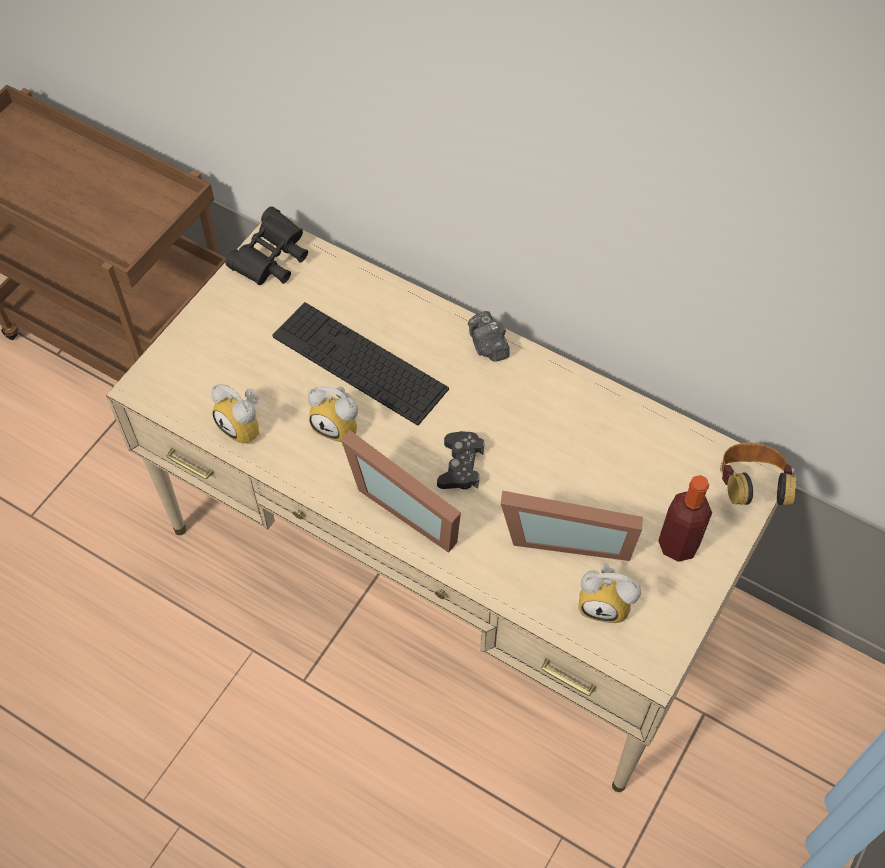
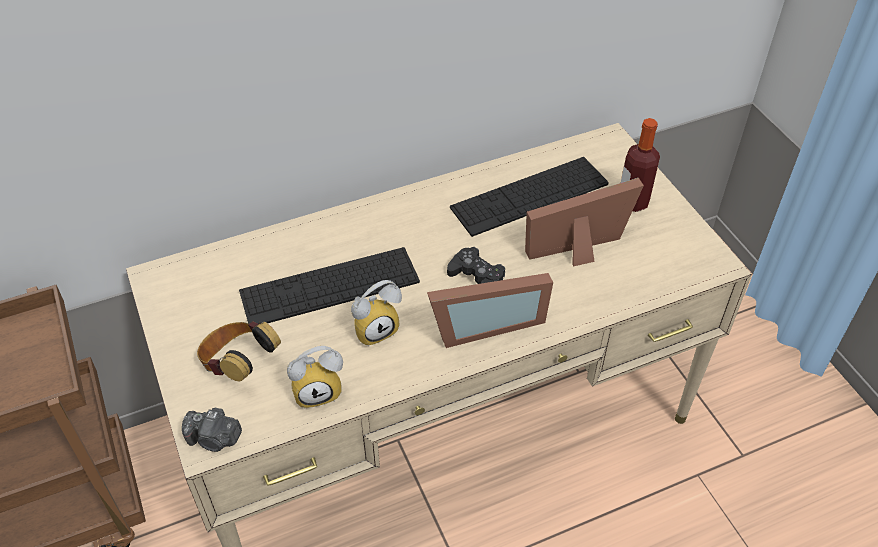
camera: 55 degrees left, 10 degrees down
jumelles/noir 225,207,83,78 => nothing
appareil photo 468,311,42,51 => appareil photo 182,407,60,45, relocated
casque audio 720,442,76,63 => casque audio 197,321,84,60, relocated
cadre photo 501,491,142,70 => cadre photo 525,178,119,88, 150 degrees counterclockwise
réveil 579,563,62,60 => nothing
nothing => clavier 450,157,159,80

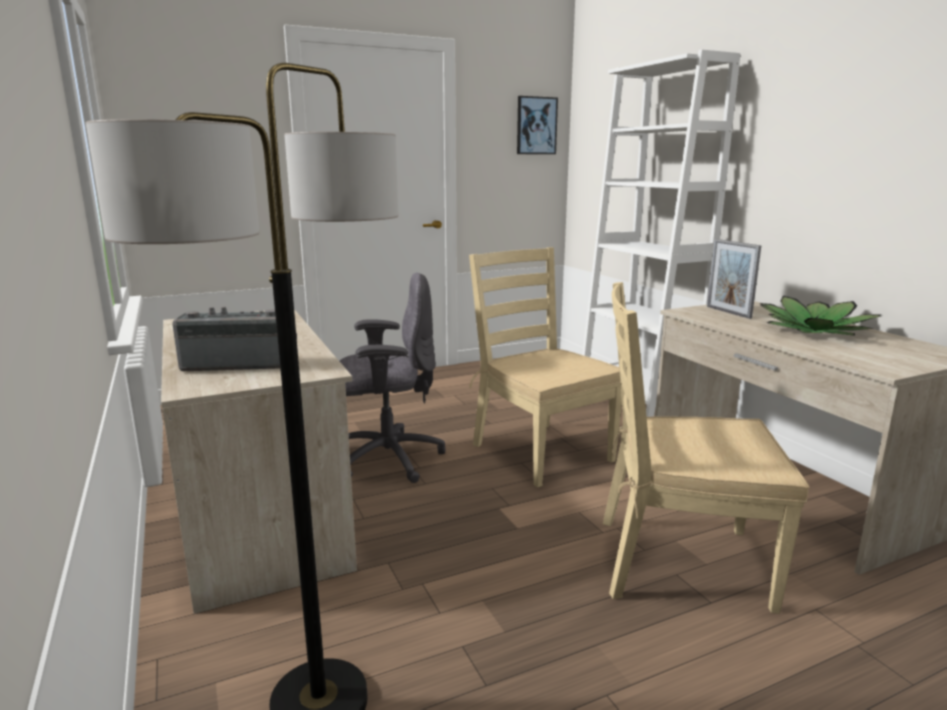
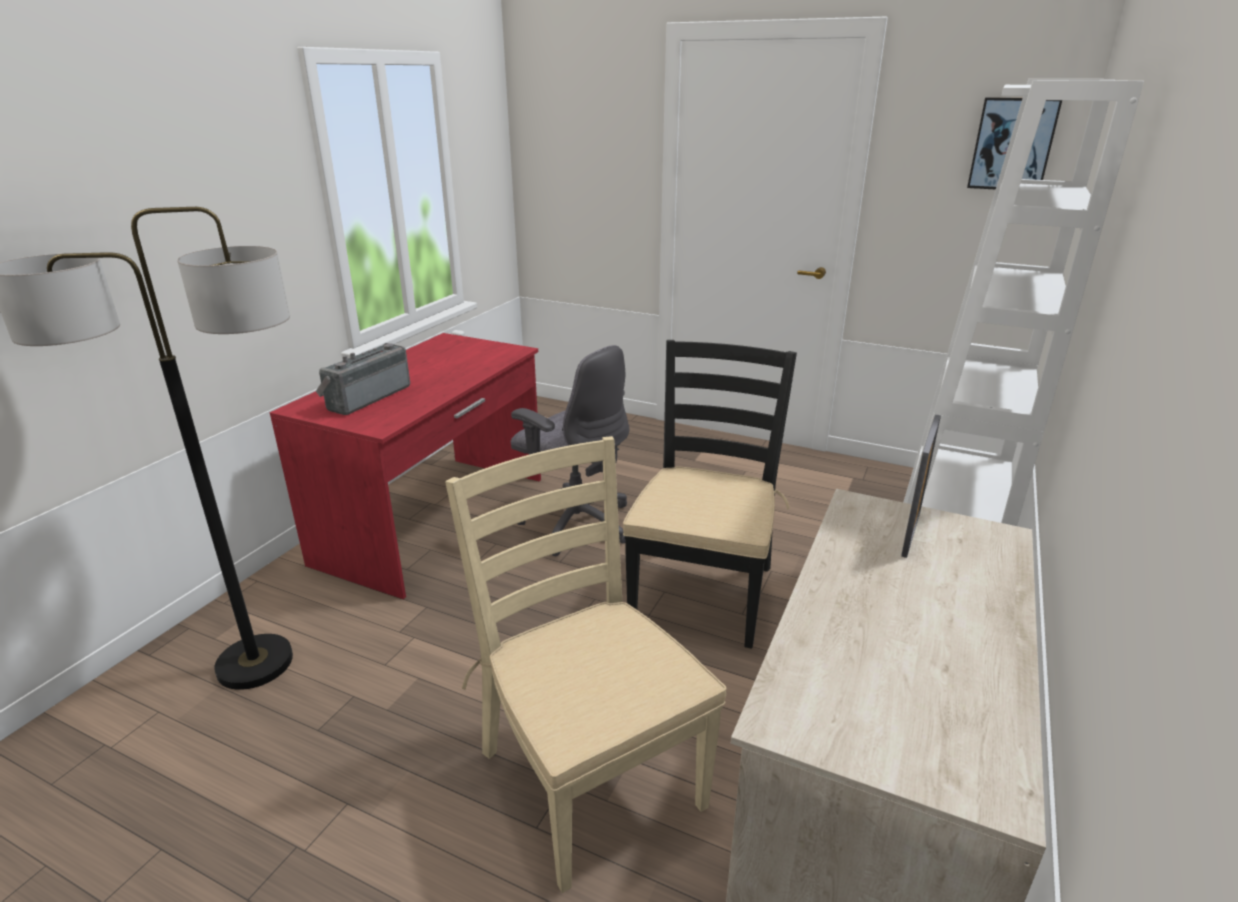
camera: 50 degrees right, 10 degrees up
chaise/beige 469,247,153,241 => chaise/noir 623,340,174,309
plante en pot 760,296,120,40 => nothing
radio 172,307,125,65 => radio 316,343,94,72, 105 degrees counterclockwise
bureau/beige 161,309,196,305 => bureau/rouge 270,333,271,266

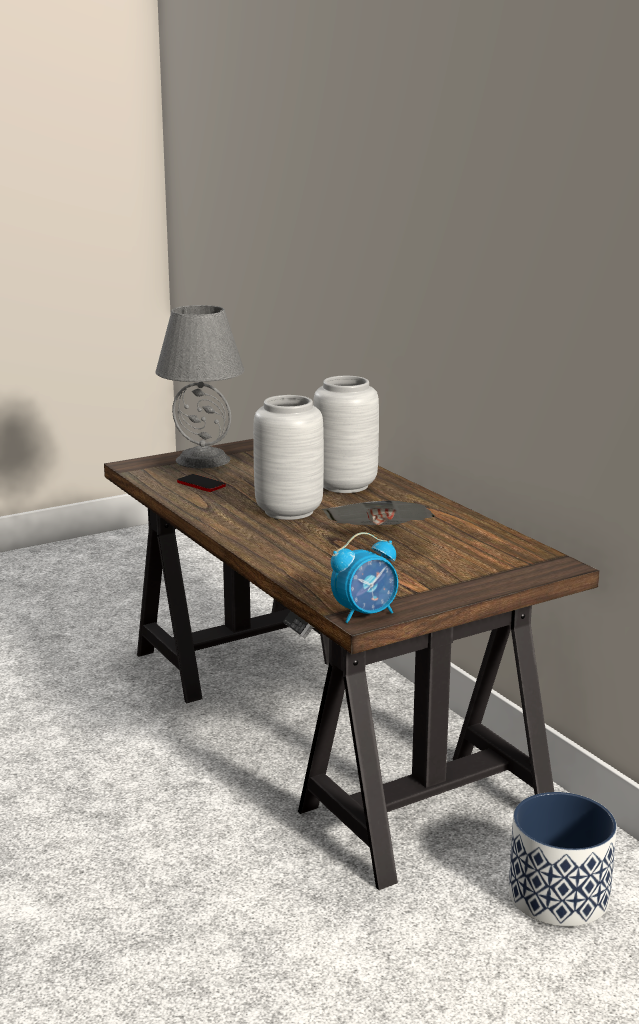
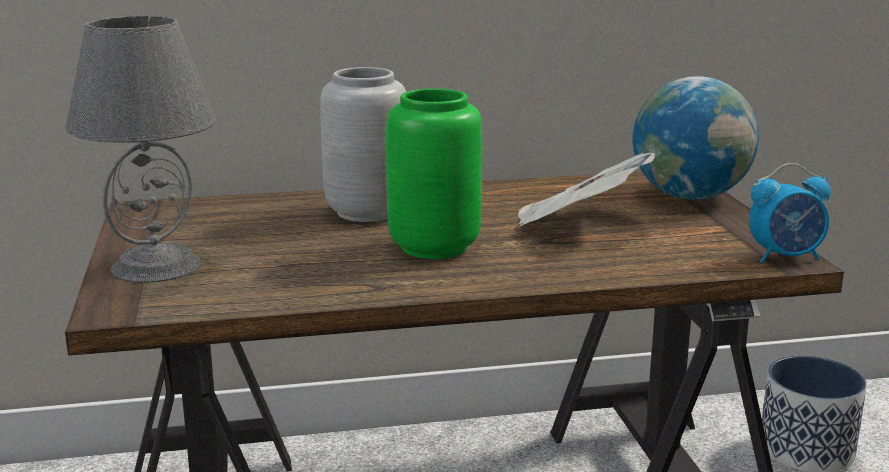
camera: 70 degrees left, 0 degrees up
vase/gris 253,395,71,125 => vase/vert 386,88,96,171
téléphone 177,474,49,18 => nothing
réveil 331,532,67,91 => réveil 749,163,82,100, 90 degrees clockwise
nothing => globe 633,76,126,124

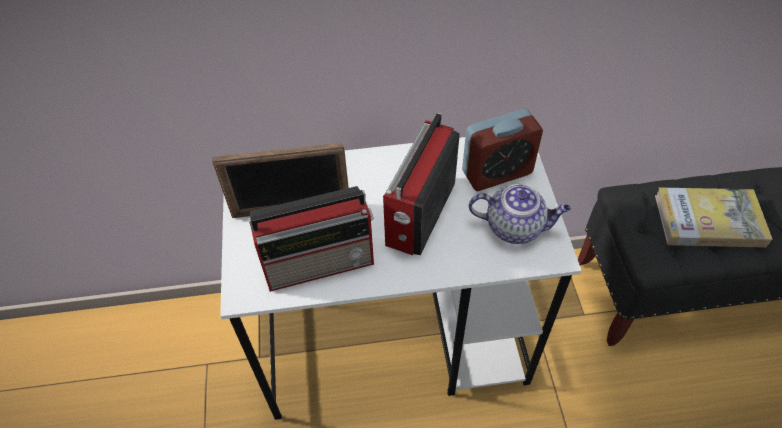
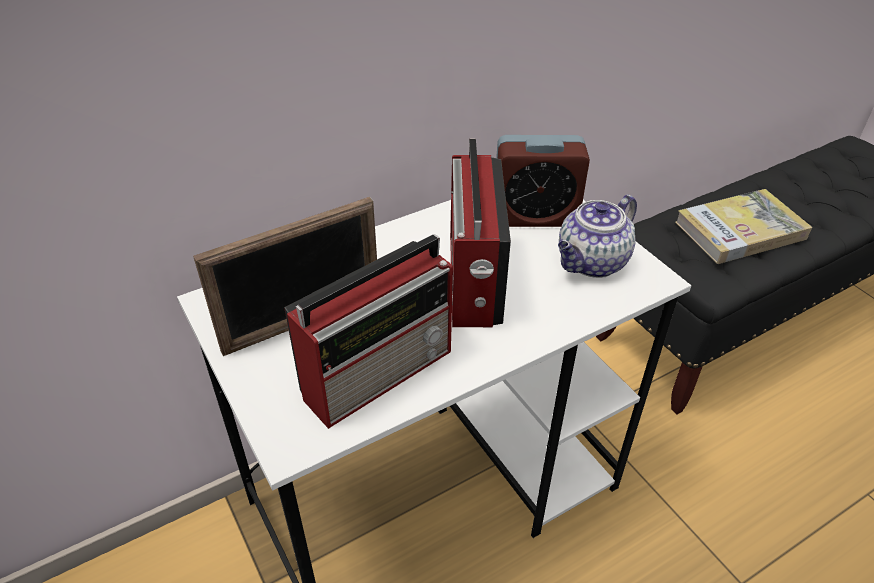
camera: 25 degrees left, 10 degrees down
réveil 462,109,81,82 => réveil 496,135,94,92, 45 degrees clockwise
théière 469,184,102,60 => théière 558,195,79,83, 150 degrees clockwise

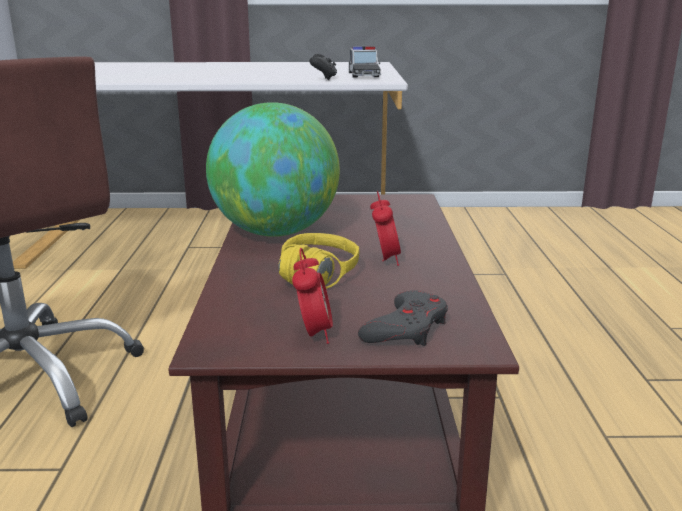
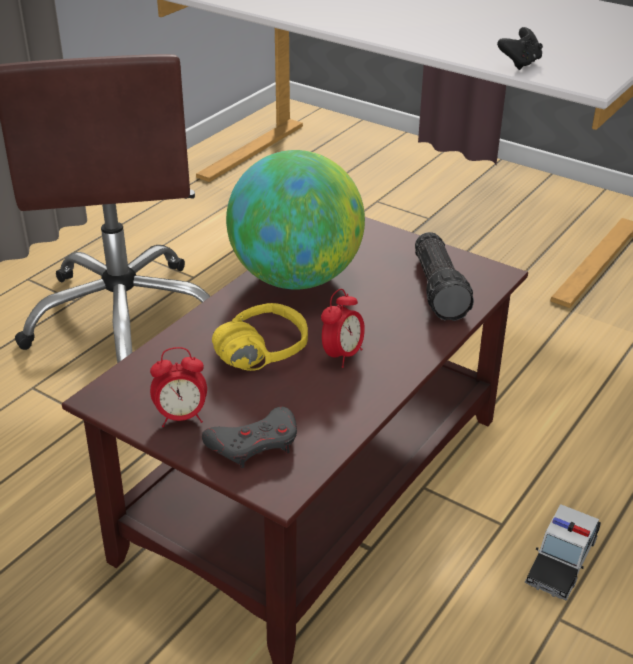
camera: 35 degrees right, 15 degrees up
petite voiture 349,46,32,32 => petite voiture 525,504,76,97, relocated
réveil 292,248,41,96 => réveil 150,347,57,80, 45 degrees clockwise
nothing => lampe de poche 415,232,59,89

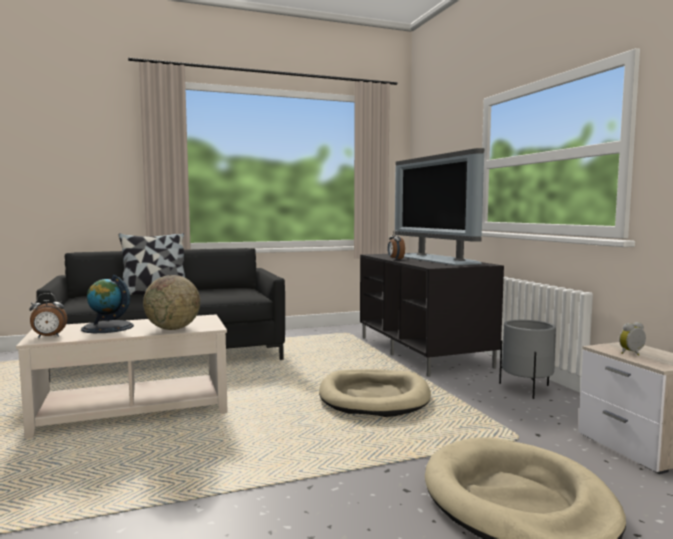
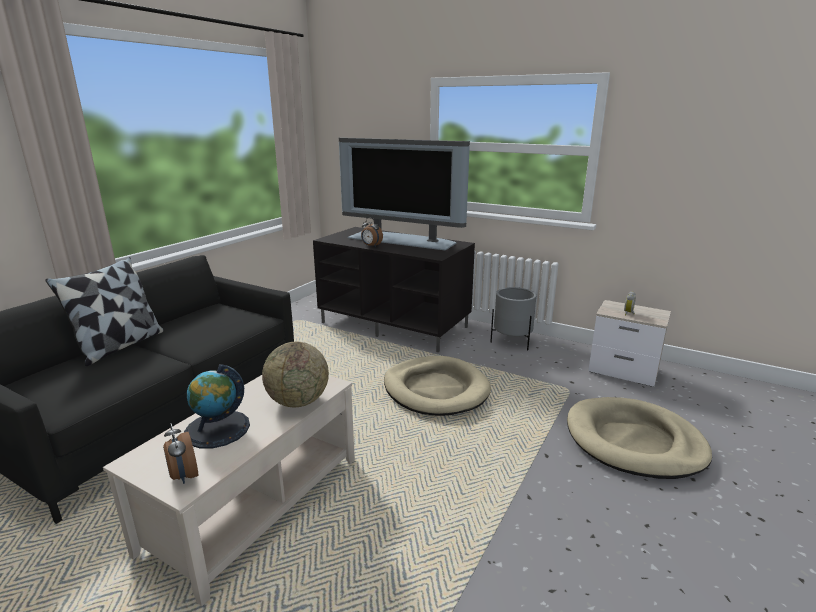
camera: 40 degrees left, 15 degrees up
réveil 29,293,38,45 => réveil 163,423,35,61, 120 degrees clockwise

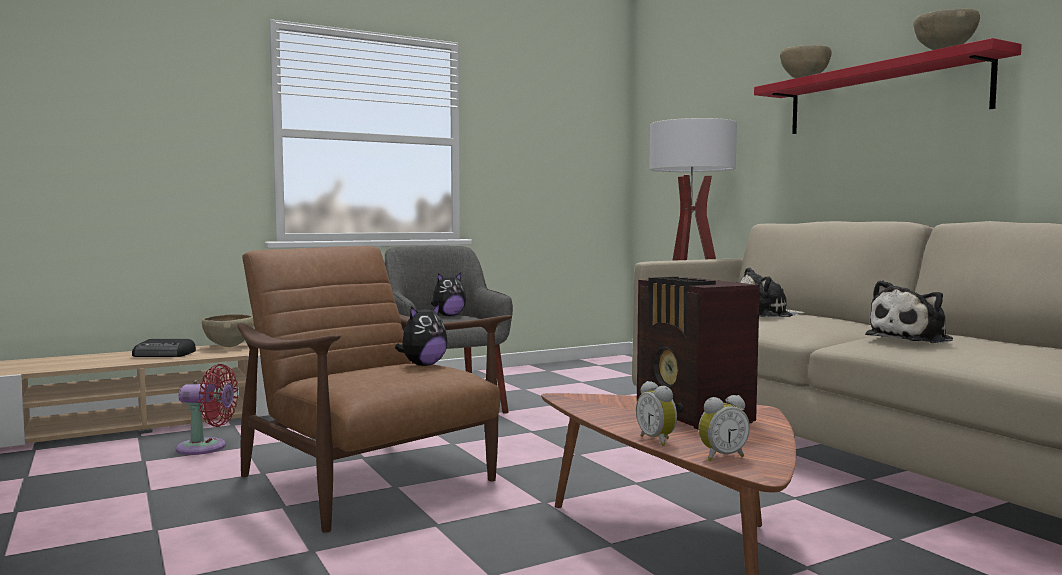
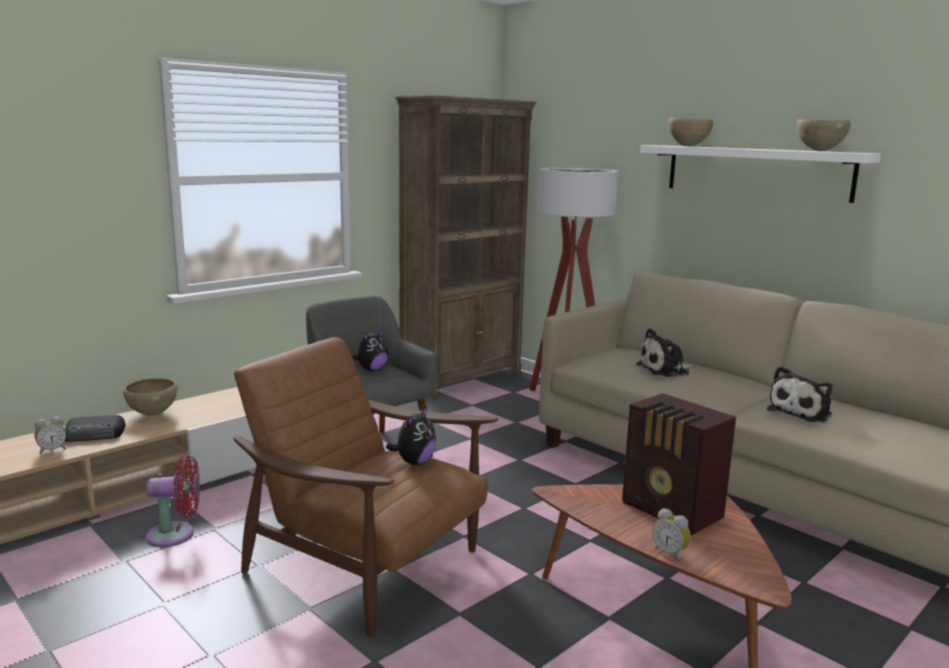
camera: 15 degrees left, 10 degrees up
étagère/rouge 754,38,268,96 => étagère/blanc 640,145,241,58
réveil 699,395,51,66 => réveil 35,417,31,37, relocated
nothing => bibliothèque/marron 395,95,142,305

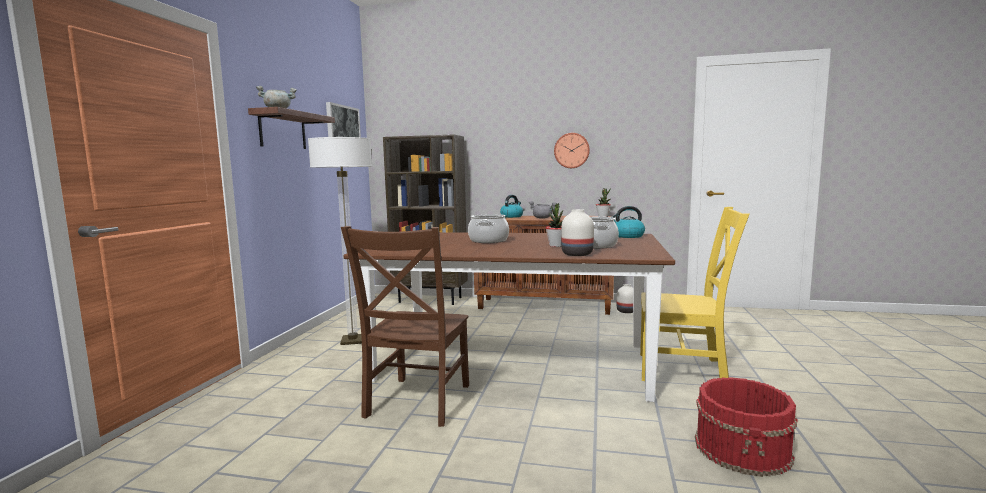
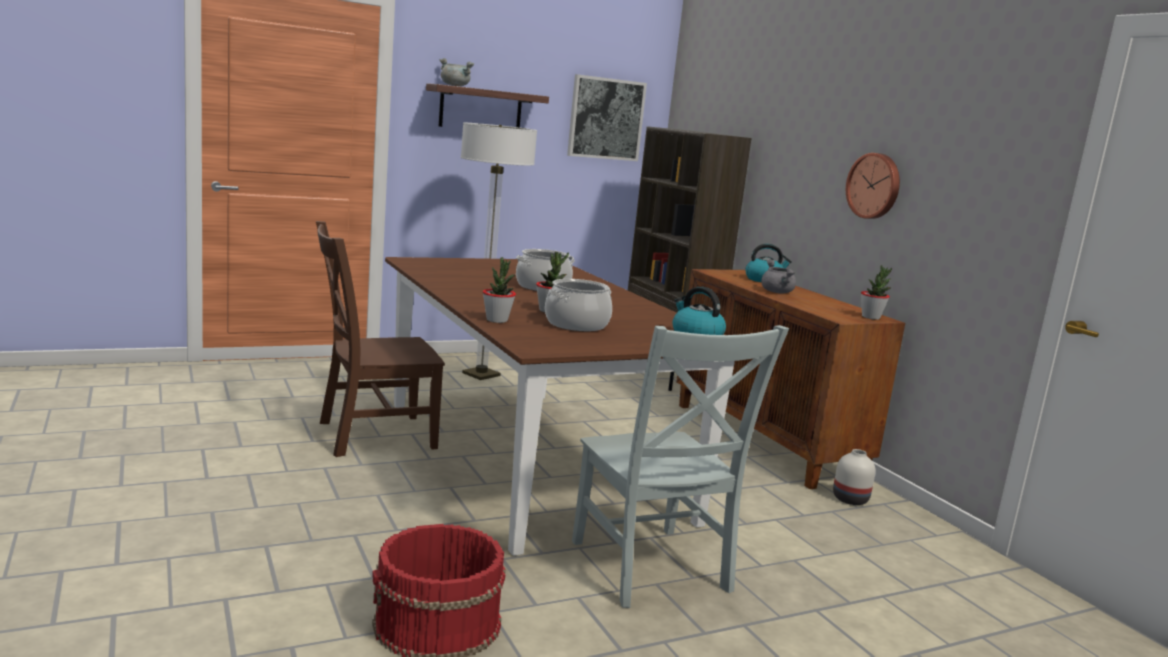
camera: 50 degrees right, 5 degrees up
chaise/jaune 640,207,110,174 => chaise/gris 572,325,217,283
vase/blanc 561,209,33,47 => plante en pot 482,257,34,66

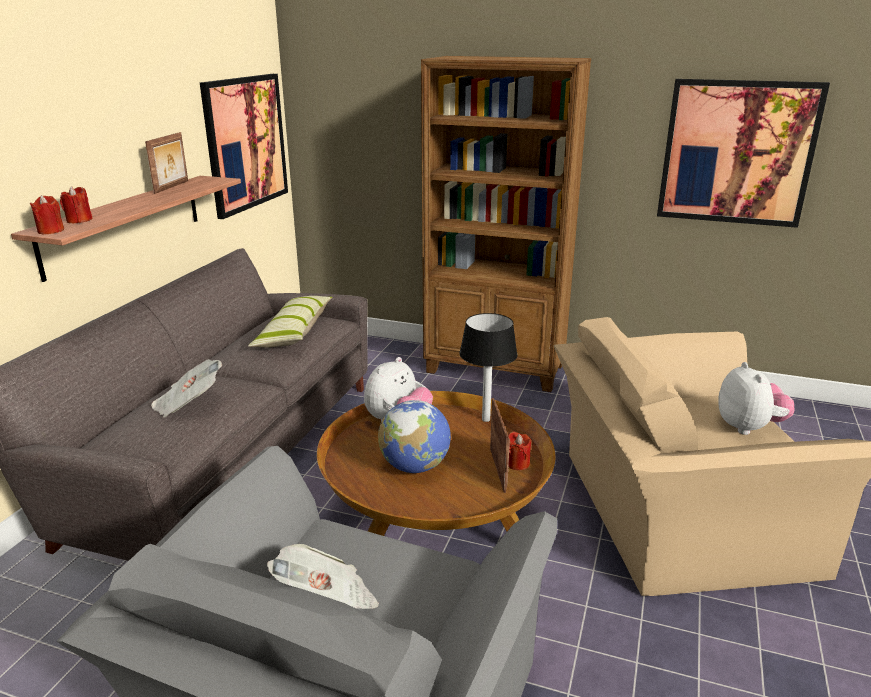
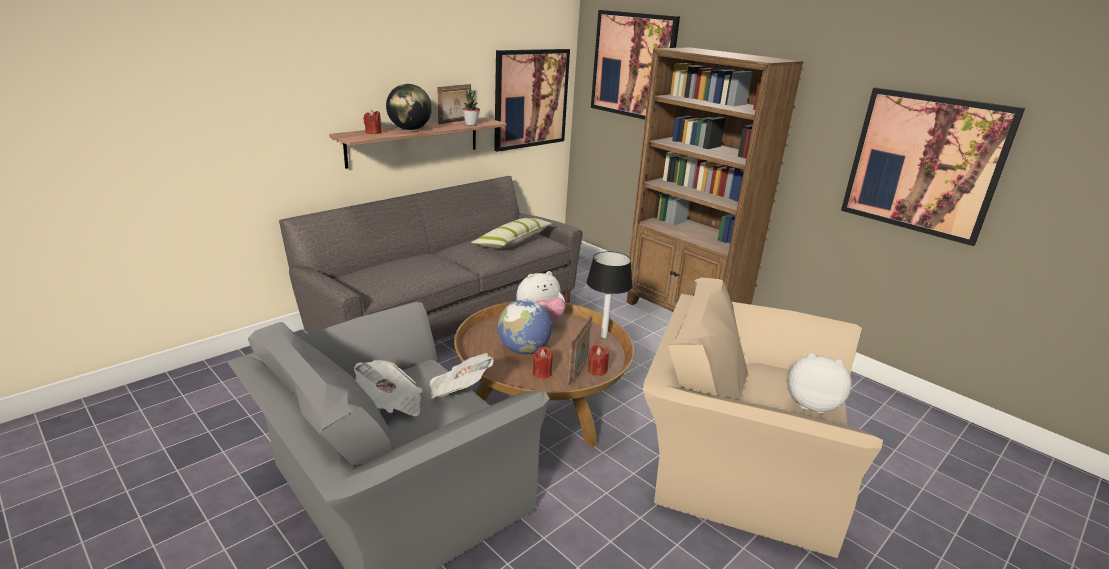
camera: 25 degrees right, 0 degrees up
bougie/rouge 30,195,34,39 => bougie/rouge 533,347,20,32, relocated
journal 151,359,71,59 => journal 430,353,63,46, relocated
peluche 718,362,77,73 => peluche 788,353,64,61, 90 degrees counterclockwise
nothing => tableau 591,10,89,110
nothing => globe 386,84,46,46
nothing => plante en pot 462,89,18,36

